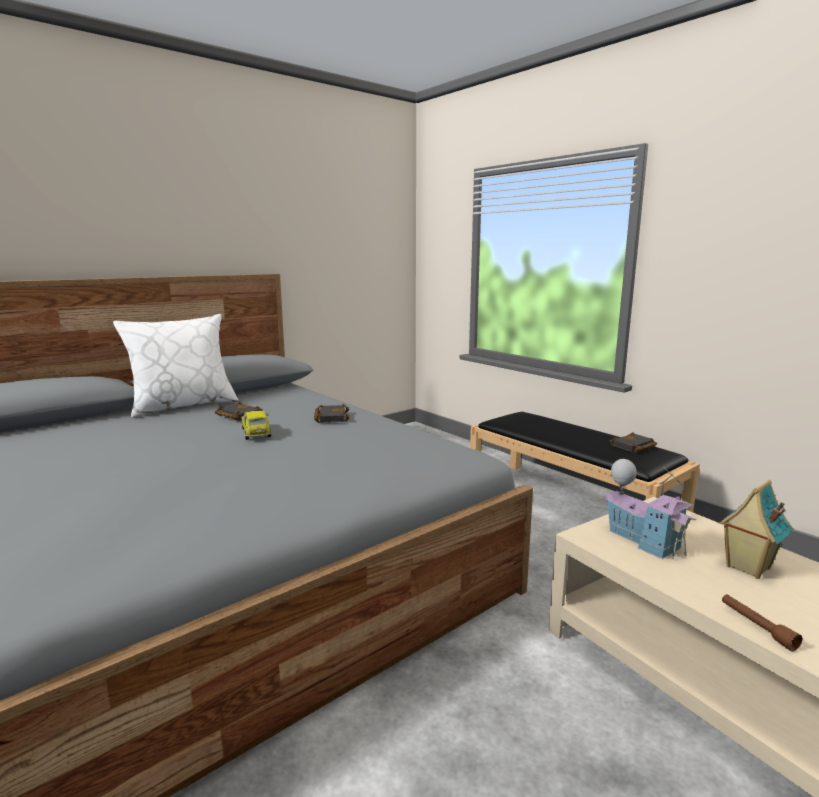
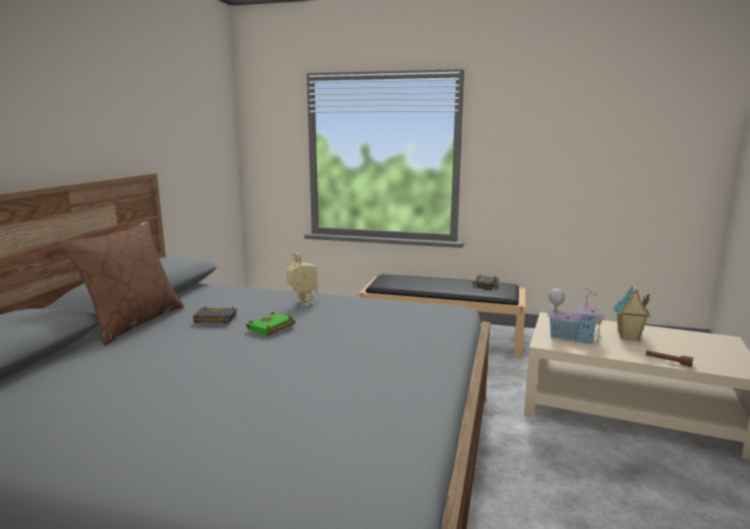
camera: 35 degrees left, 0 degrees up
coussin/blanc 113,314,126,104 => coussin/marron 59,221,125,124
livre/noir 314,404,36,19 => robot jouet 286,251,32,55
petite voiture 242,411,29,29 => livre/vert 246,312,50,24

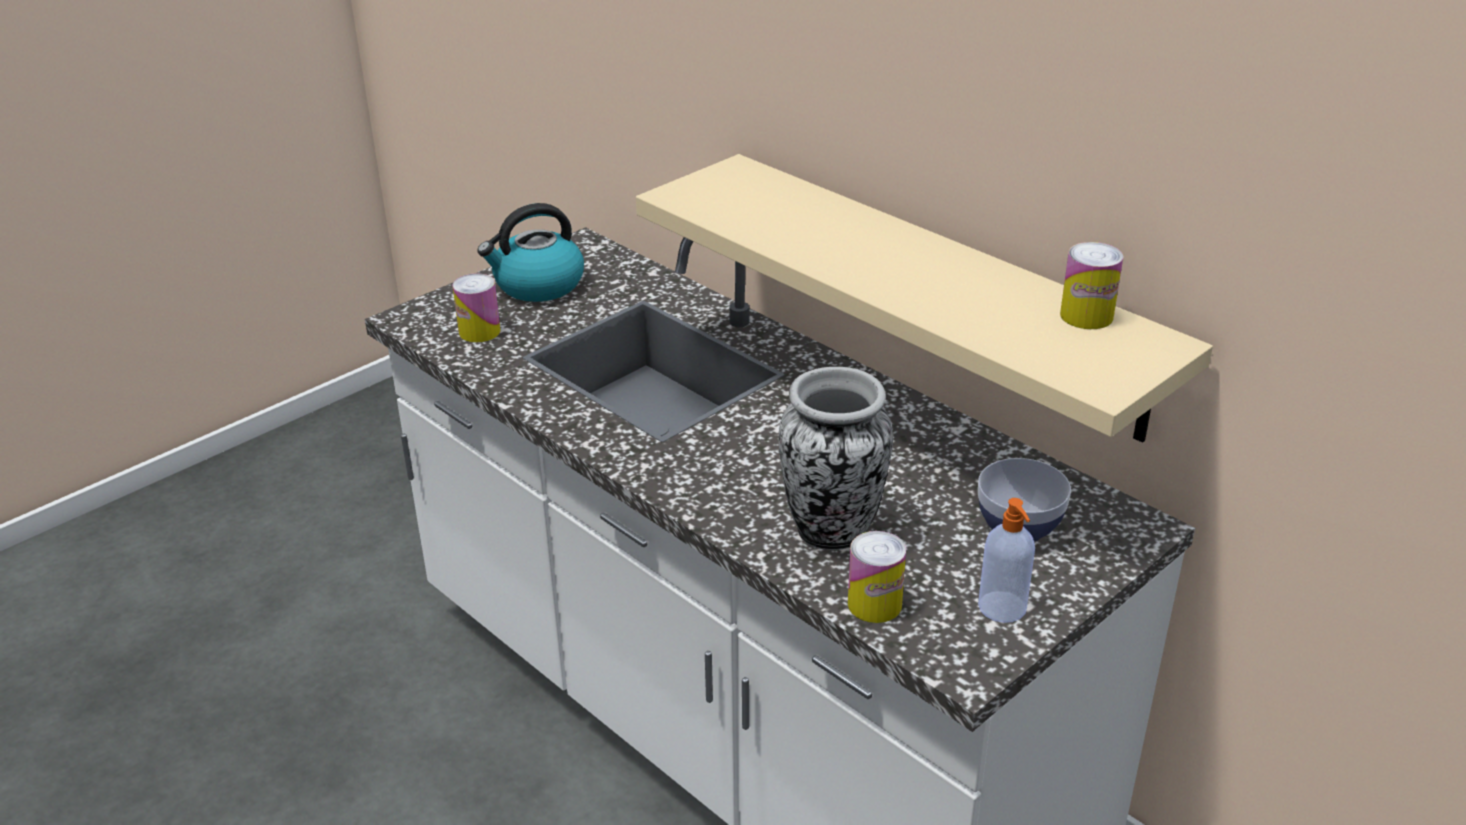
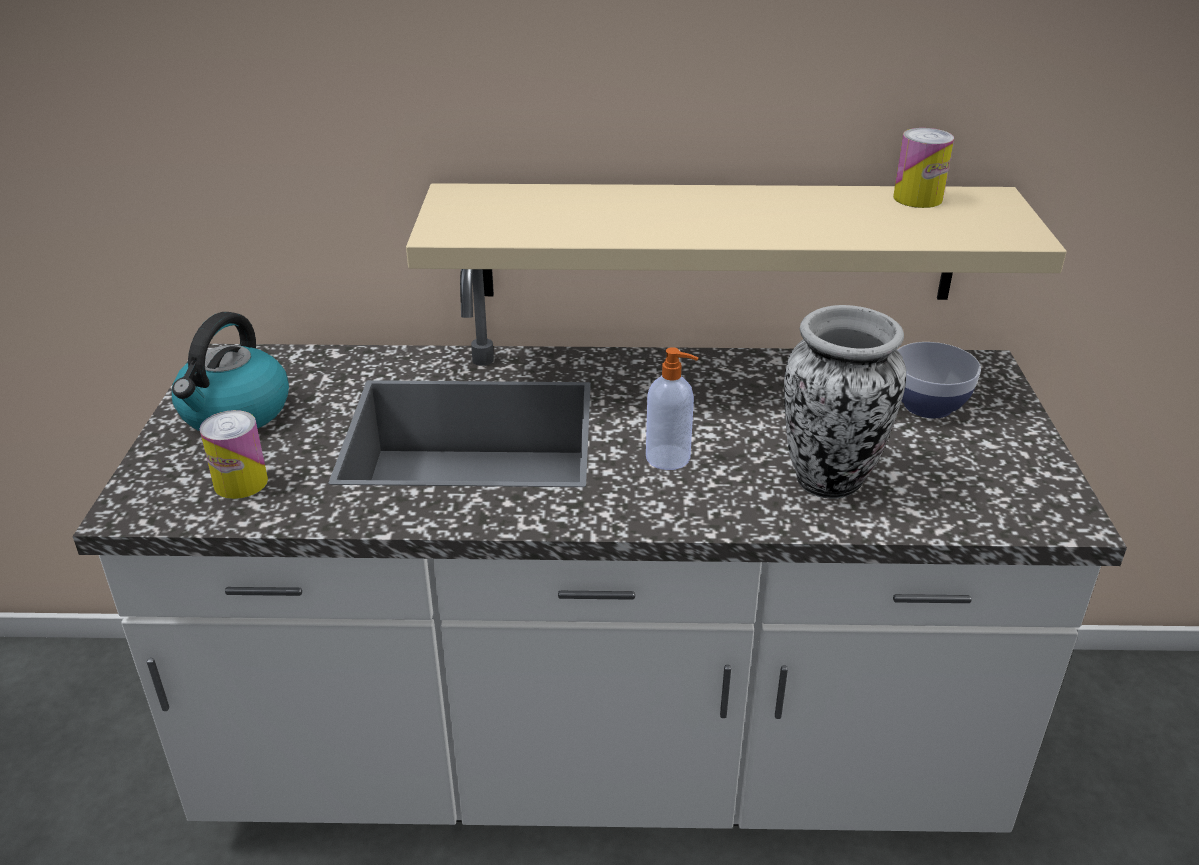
camera: 45 degrees left, 0 degrees up
distributeur de savon 978,498,57,125 => distributeur de savon 646,347,52,123, relocated
boîte métallique 848,531,58,92 => nothing

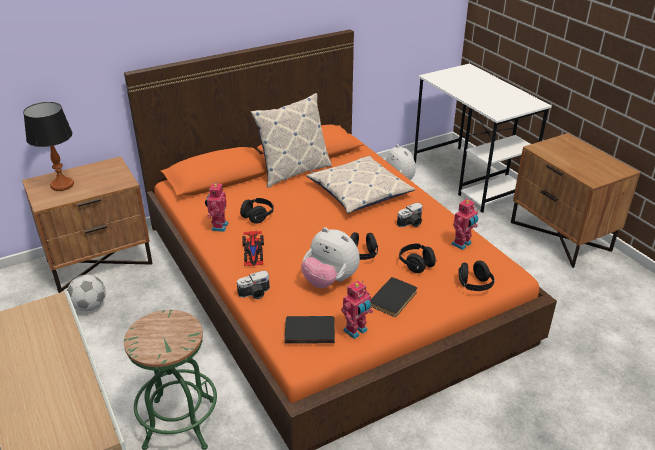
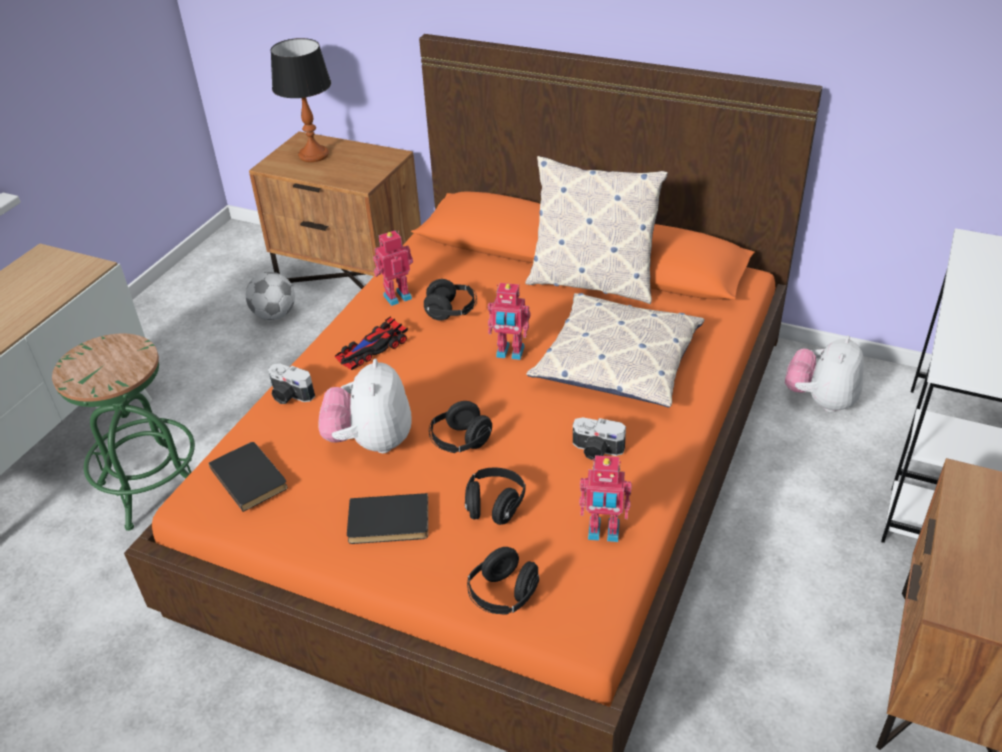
camera: 55 degrees right, 5 degrees up
robot jouet 341,281,32,58 => robot jouet 488,283,42,77, relocated

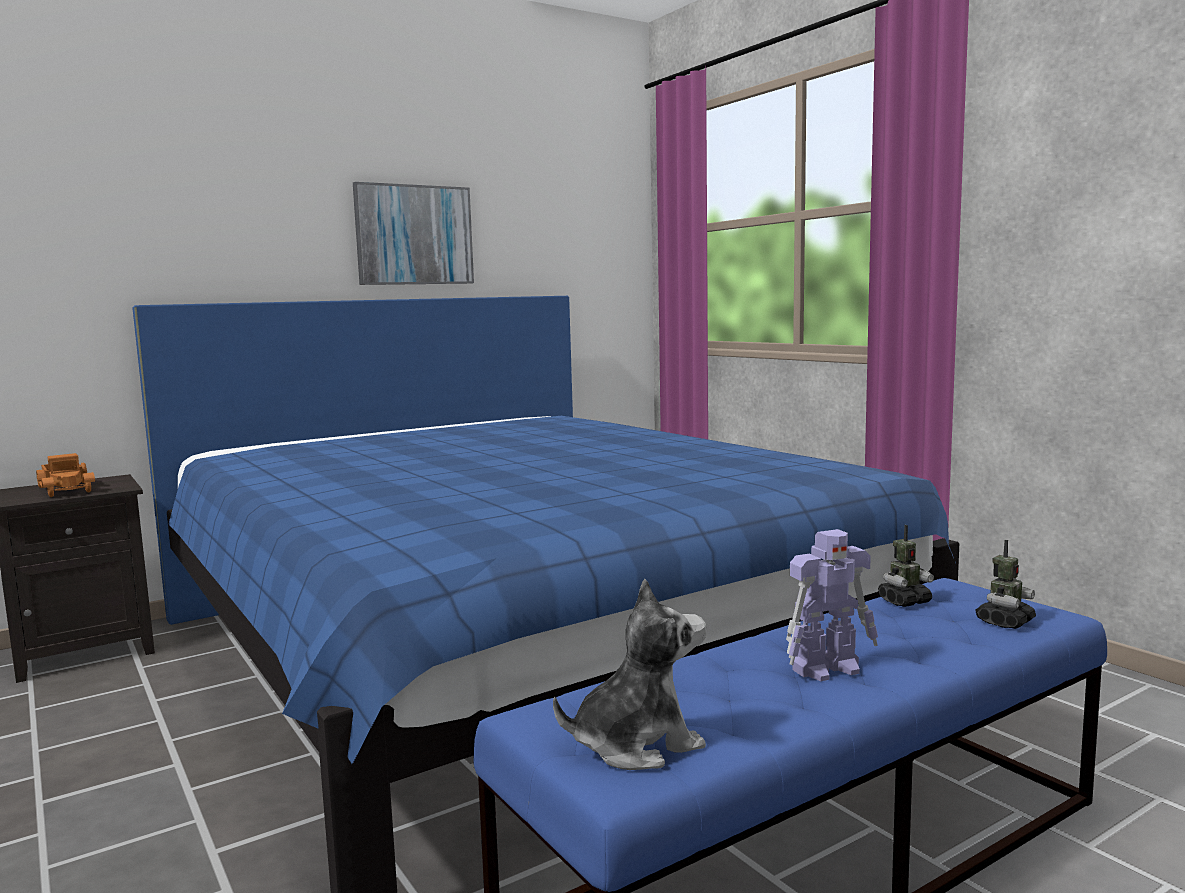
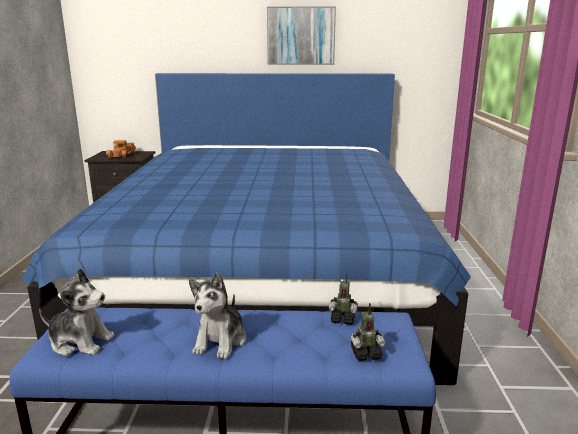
camera: 35 degrees right, 10 degrees up
robot jouet 786,529,92,152 => peluche 189,273,57,86

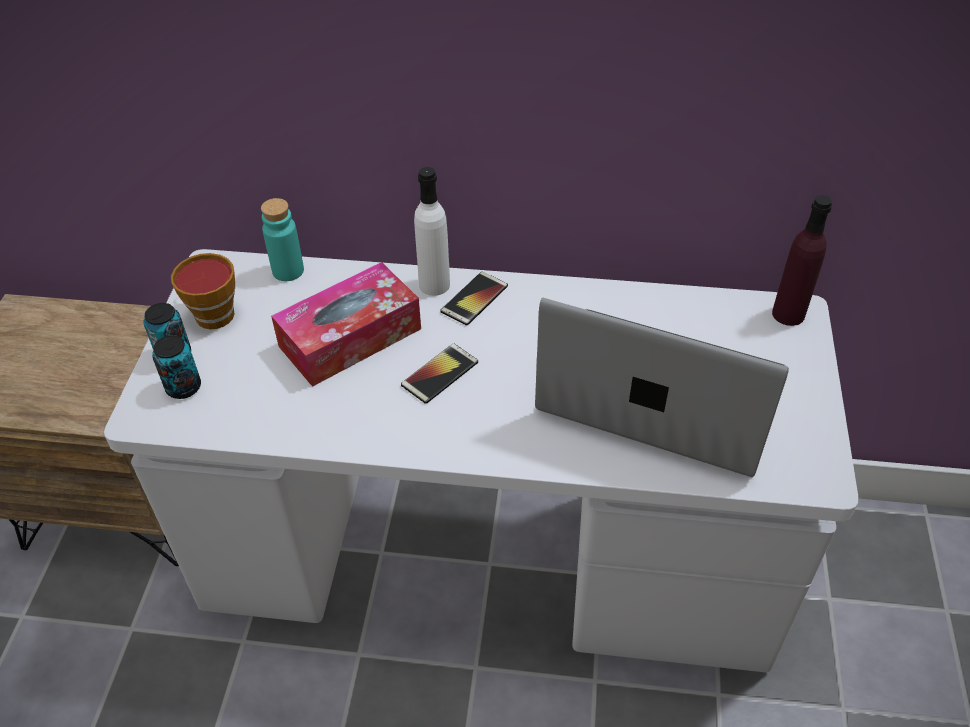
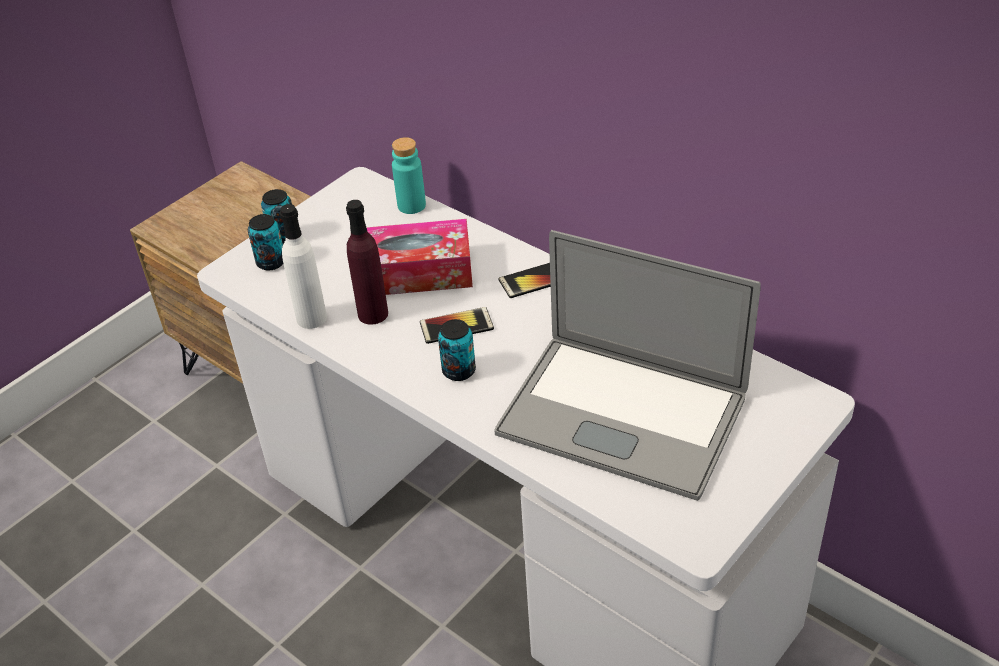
camera: 35 degrees right, 5 degrees down
bouteille/blanc 414,167,36,129 => bouteille/blanc 280,204,47,125, relocated
bouteille/violet 772,195,60,131 => bouteille/violet 346,200,42,125, relocated
tasse 171,253,64,76 => nothing
ordinateur portable 535,298,254,179 => ordinateur portable 494,230,267,271, 150 degrees clockwise
nothing => boîte métallique 438,319,38,62

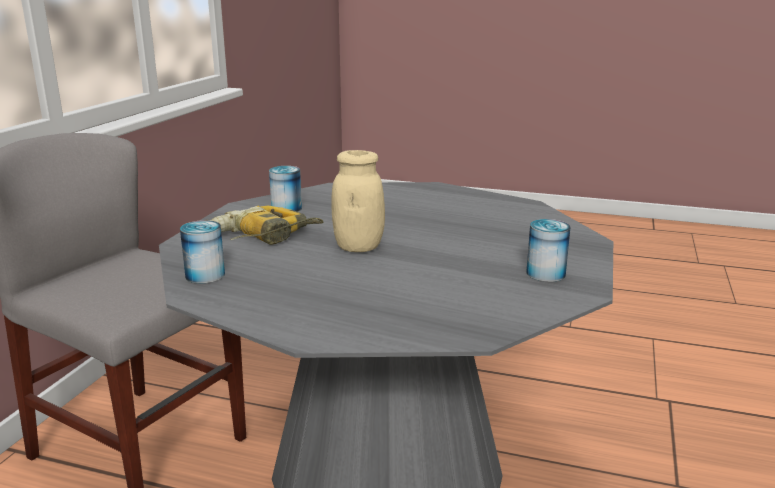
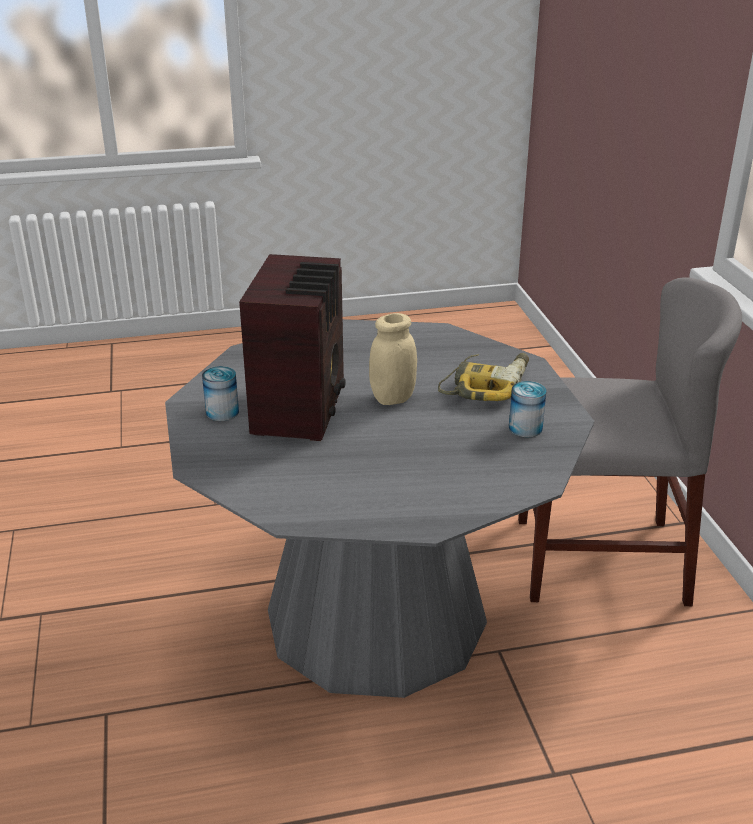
camera: 150 degrees right, 10 degrees up
boîte métallique 180,220,45,63 => nothing
nothing => radio 239,254,107,187

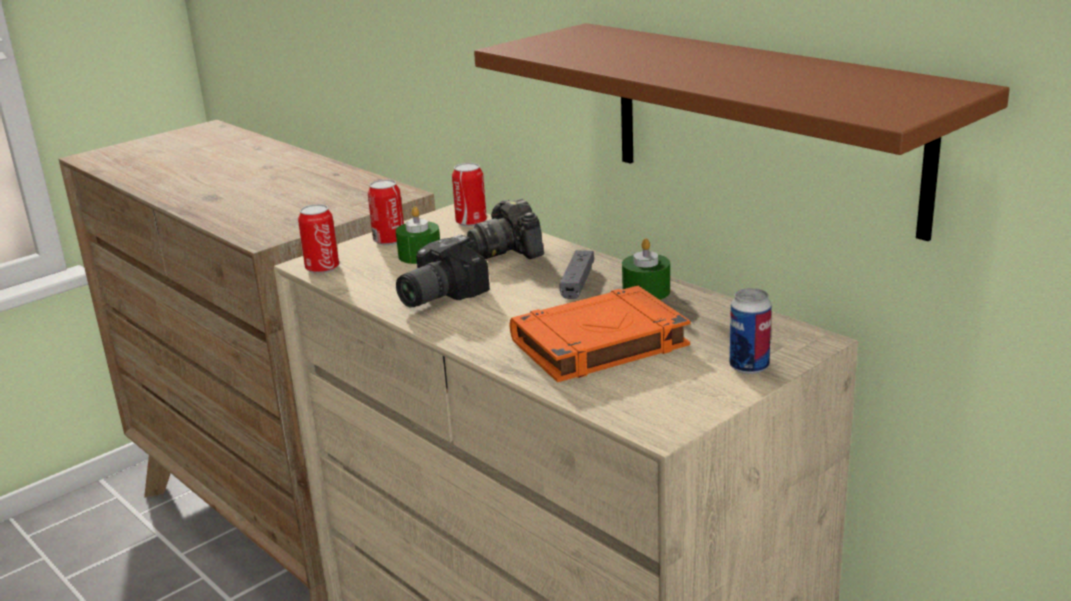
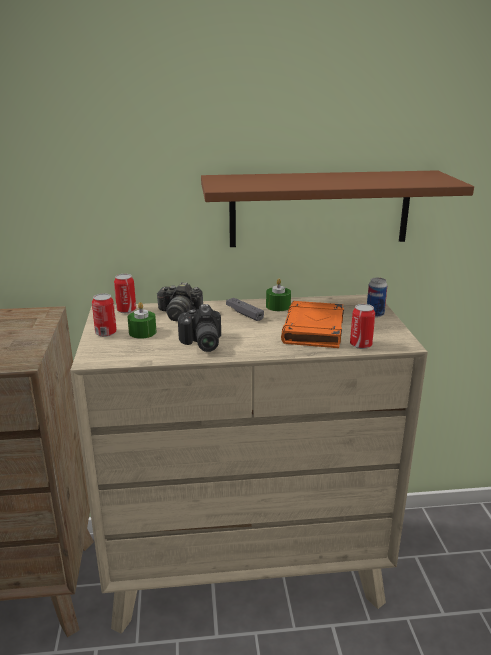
camera: 55 degrees left, 0 degrees up
boîte métallique 298,204,41,70 => boîte métallique 350,304,25,45, relocated

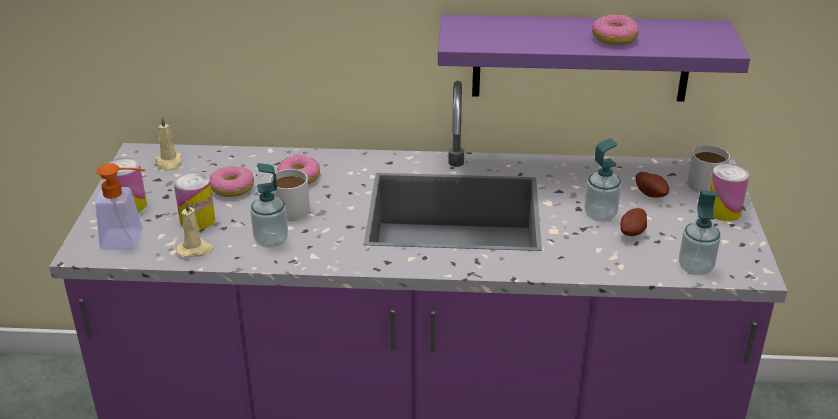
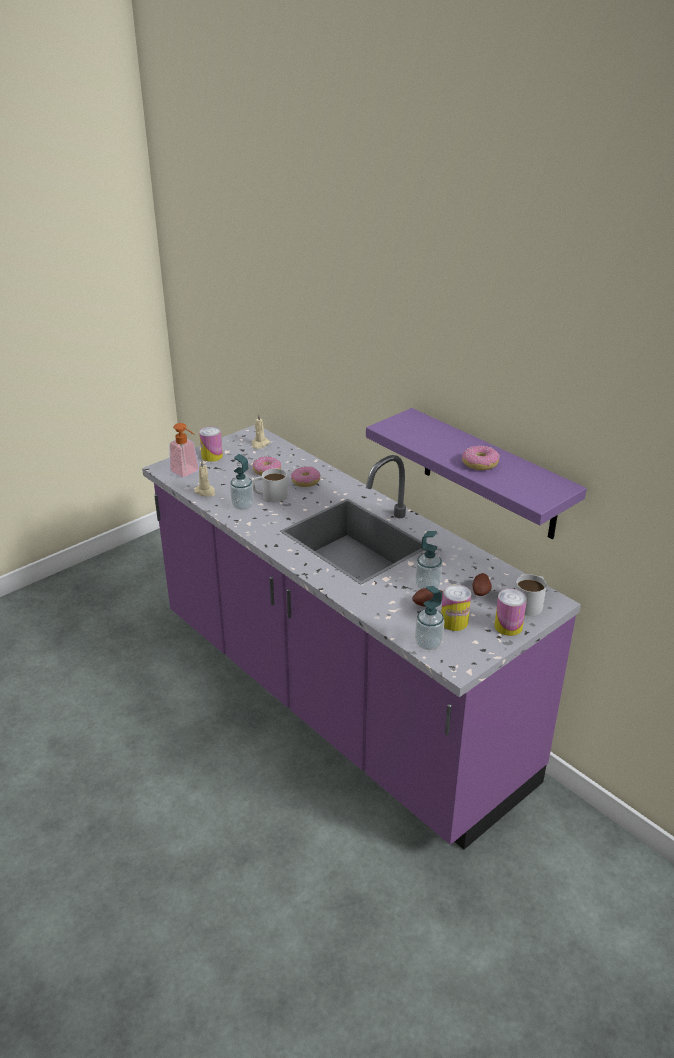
camera: 45 degrees right, 0 degrees up
boîte métallique 174,172,41,58 => boîte métallique 441,584,30,47, relocated

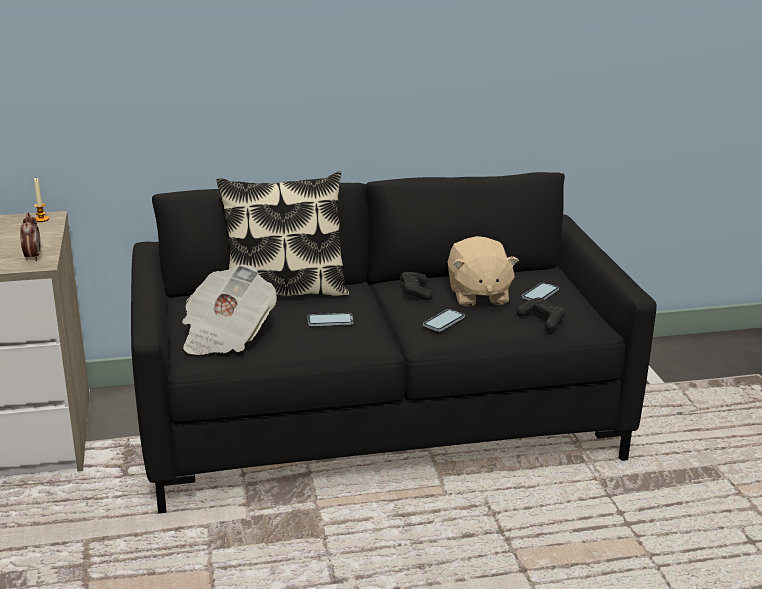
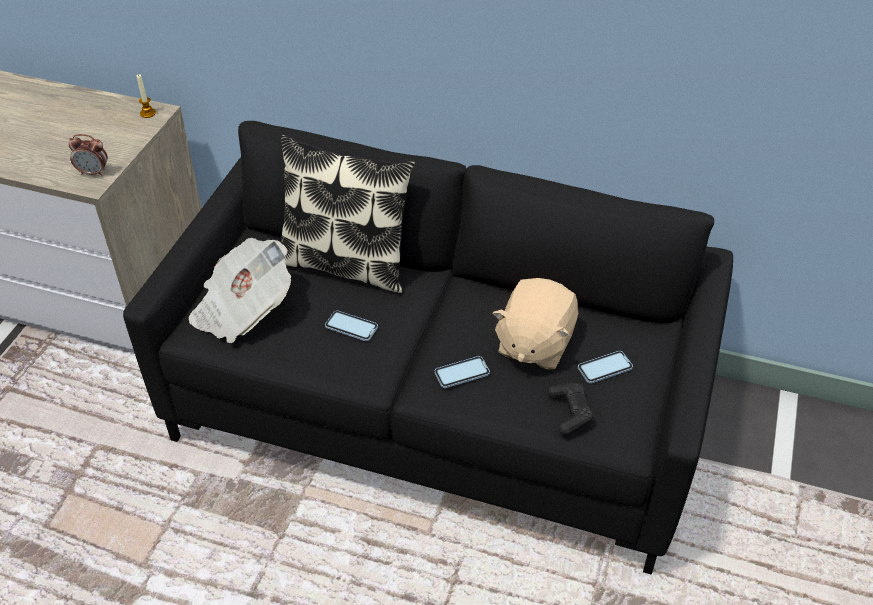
camera: 30 degrees right, 20 degrees up
réveil 20,213,21,48 => réveil 68,134,40,42, 75 degrees clockwise
manette/noir 400,272,33,28 => nothing

